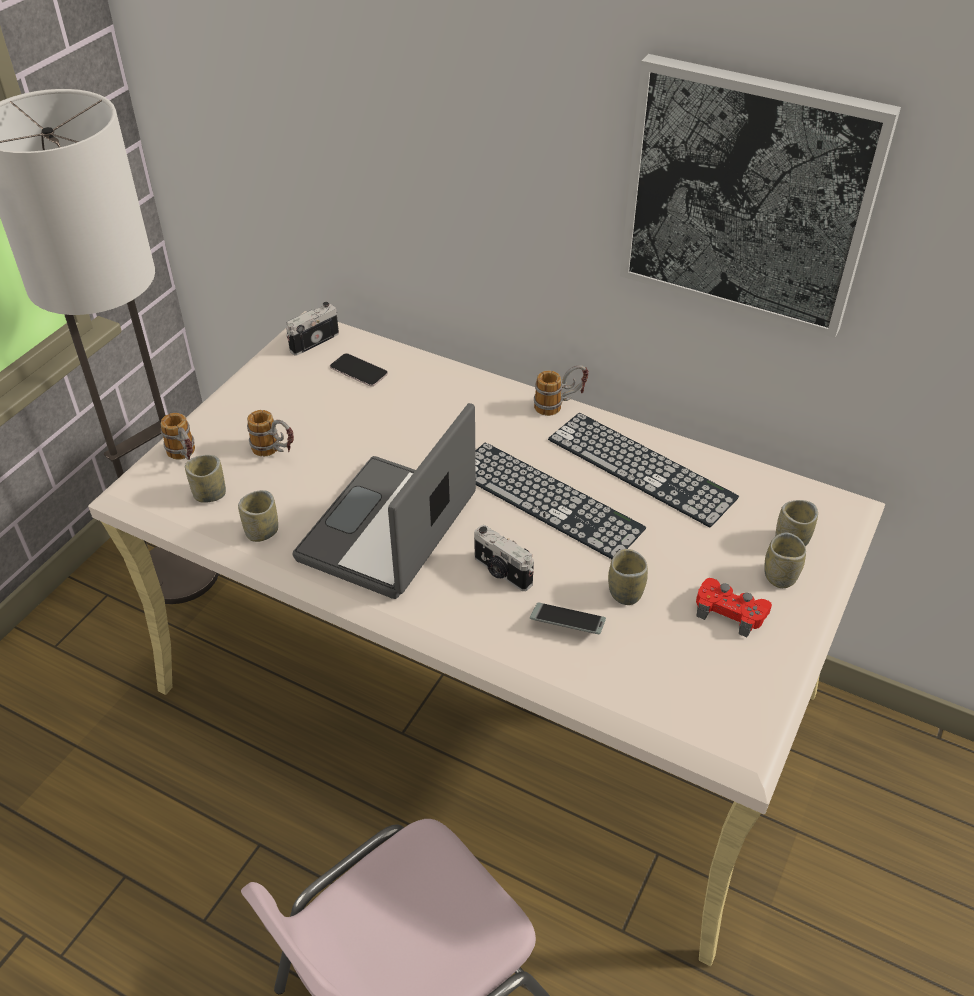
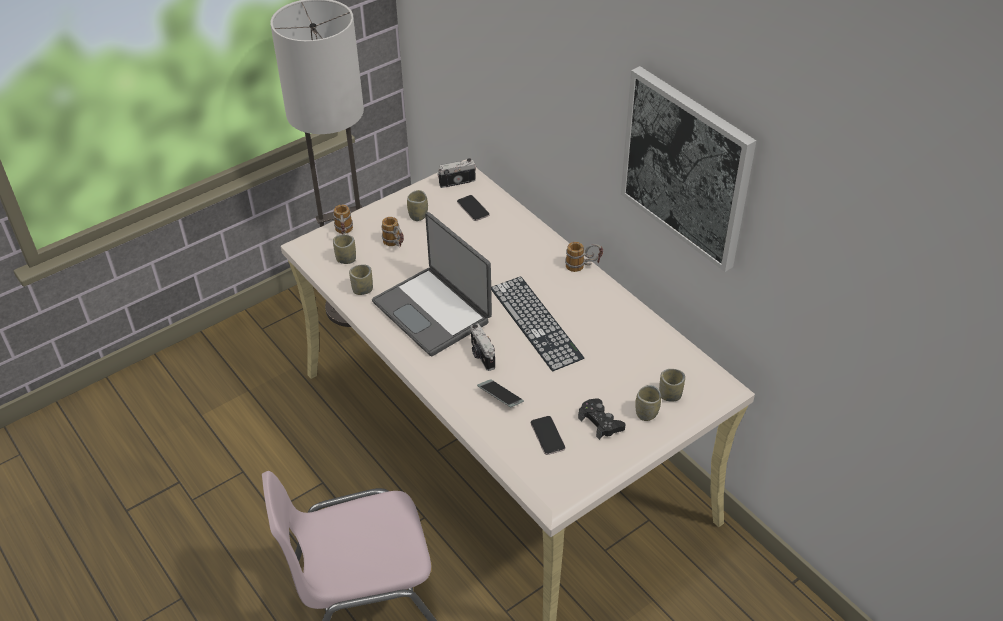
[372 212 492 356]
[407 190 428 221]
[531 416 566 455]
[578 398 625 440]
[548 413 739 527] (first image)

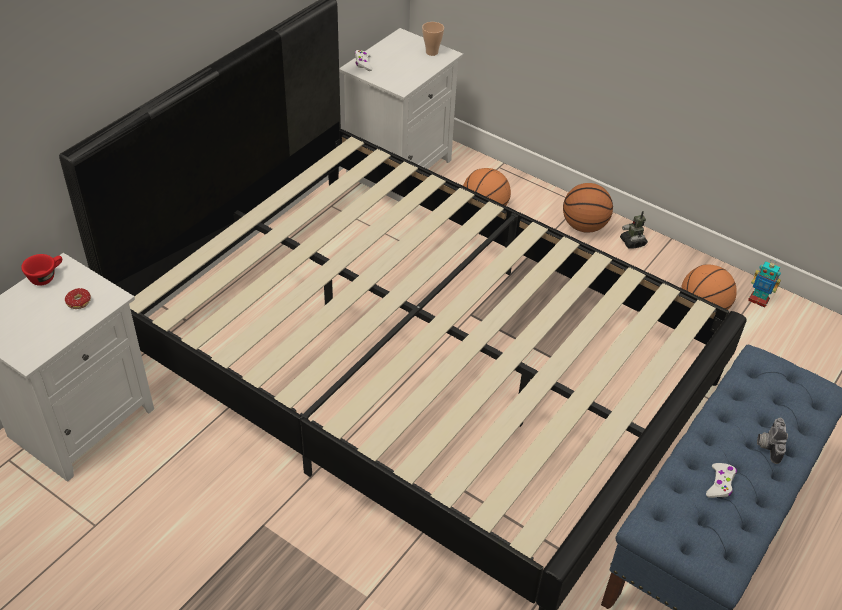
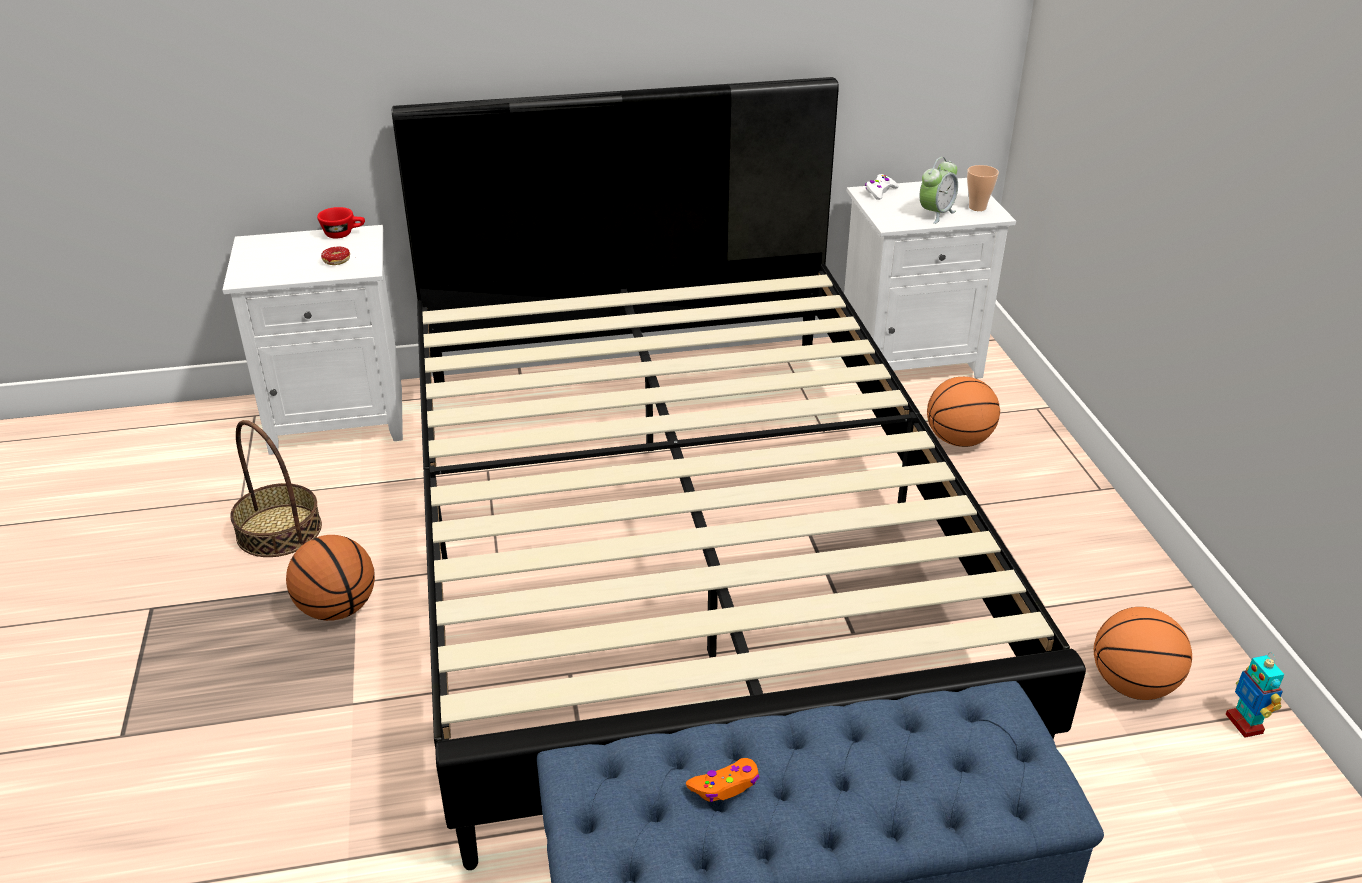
[230 420 322 557]
[286 535 375 621]
[686 758 759 802]
[919 157 958 224]
[620 211 648 249] (first image)
[757 418 788 464] (first image)

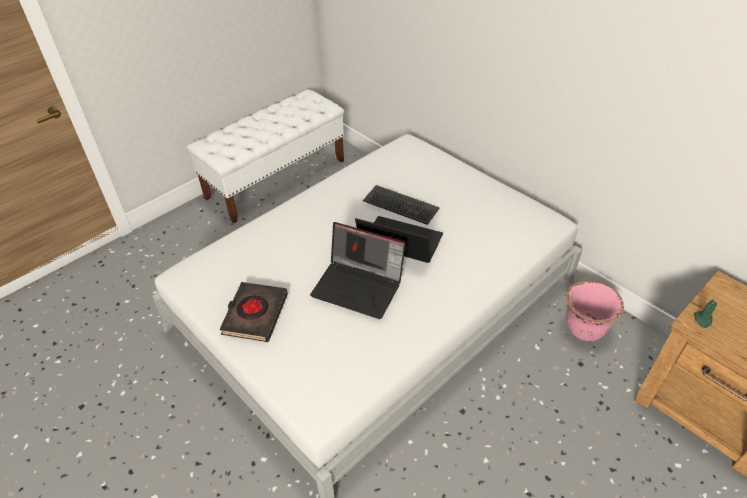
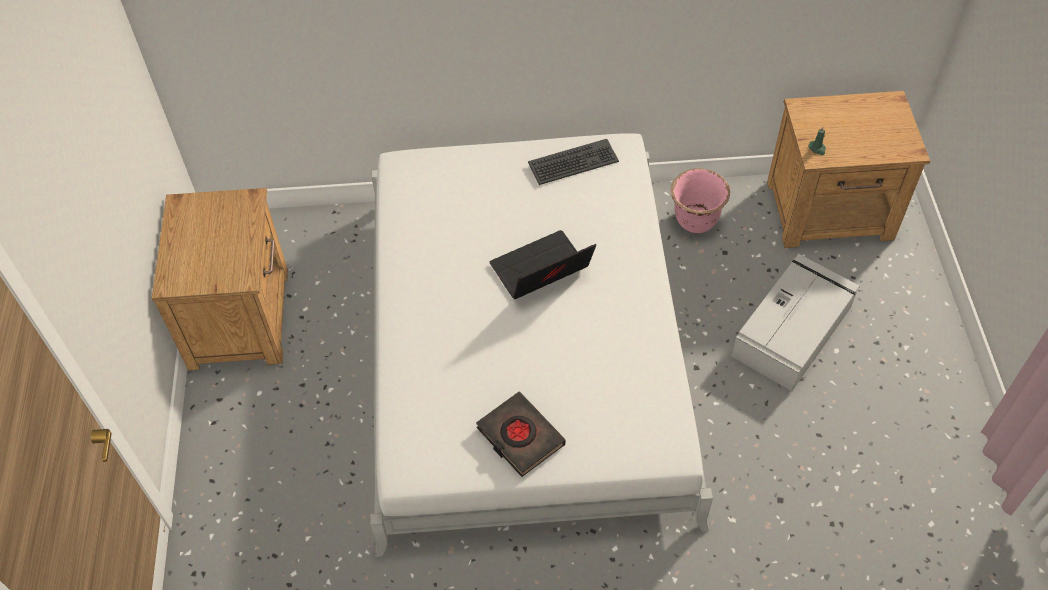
[152 188 288 371]
[528 139 619 185]
[731 254 860 391]
[310 222 406 319] (first image)

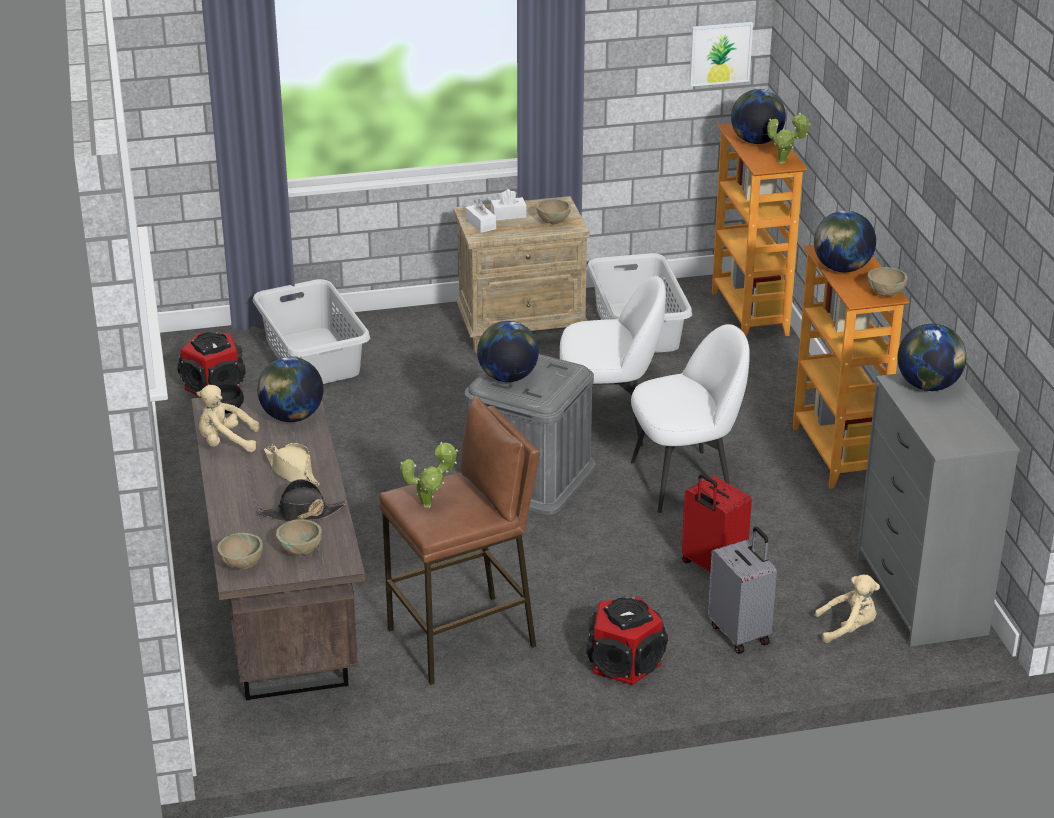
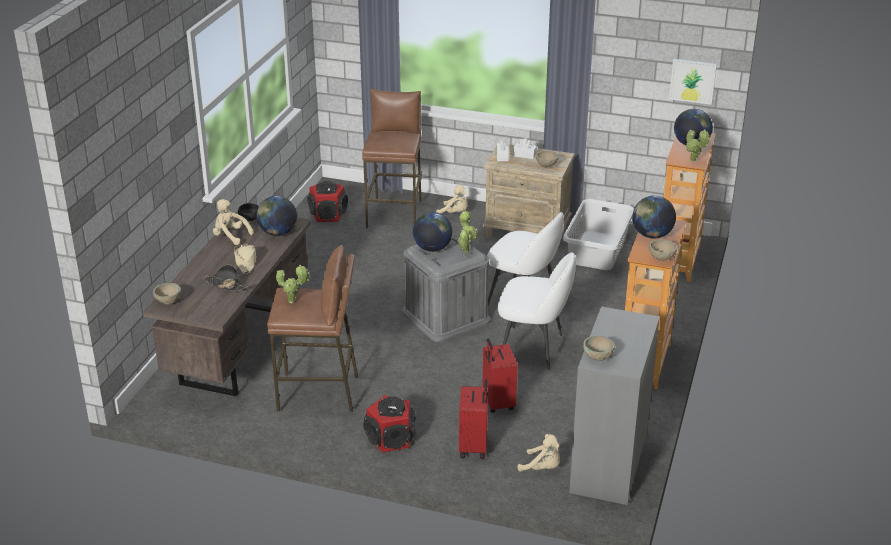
[362 89 422 228]
[436 185 467 214]
[457 211 478 253]
[459 379 488 459]
[583 336 615 361]
[897 324 967 391] (first image)

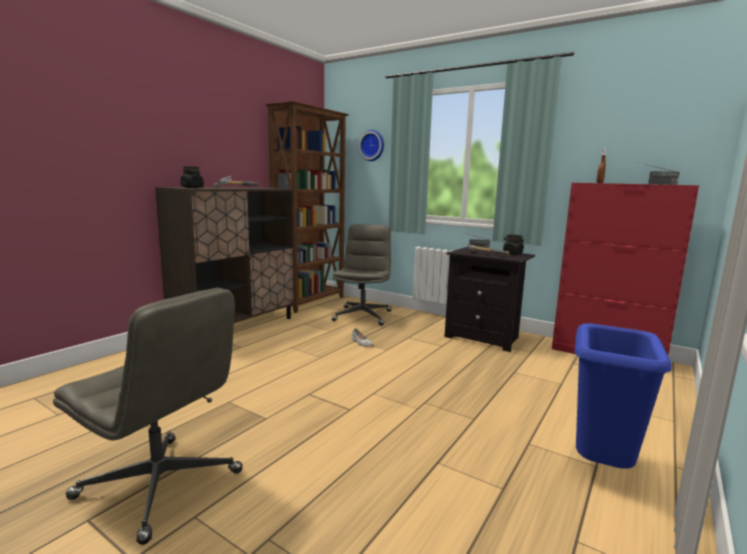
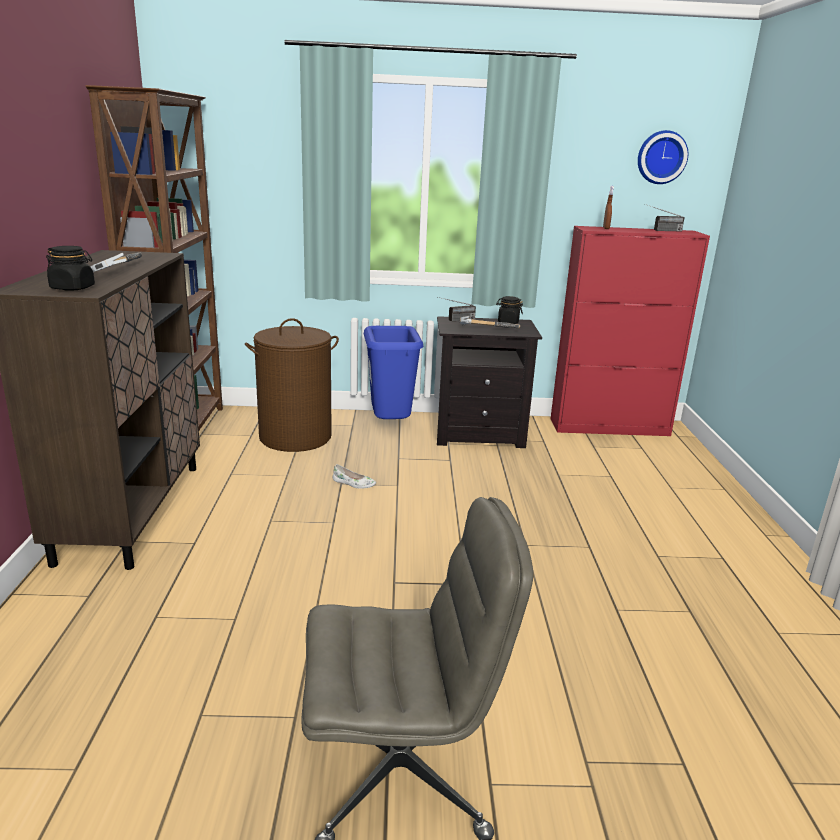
[245 318 339 452]
[364 326 423 419]
[638 130 688 184]

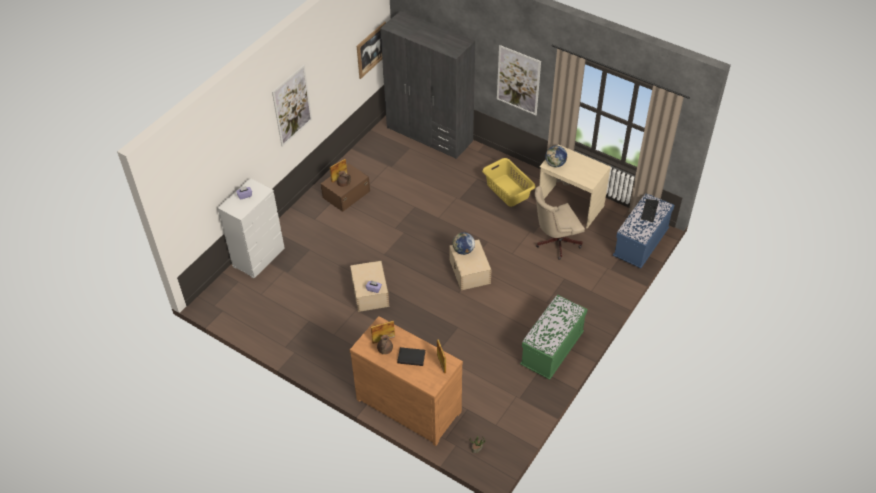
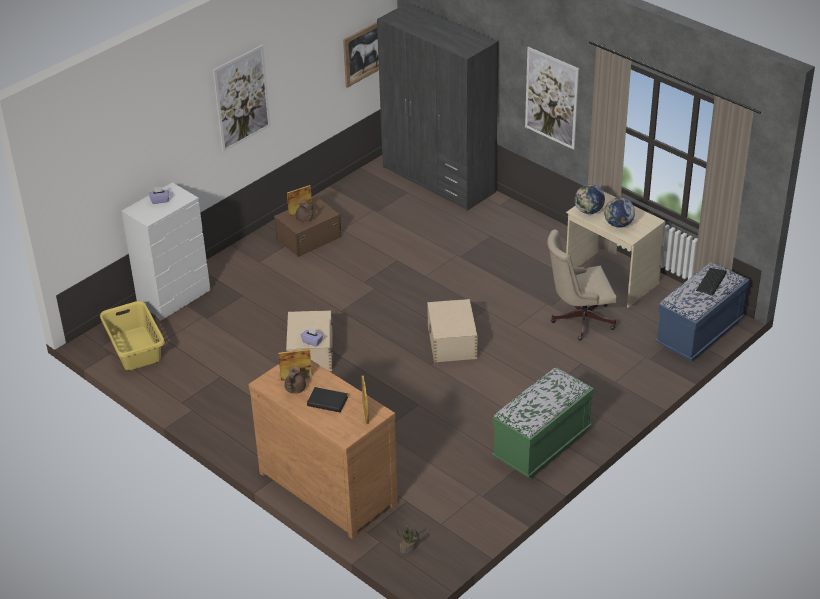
[100 301 165 370]
[604 197 635 228]

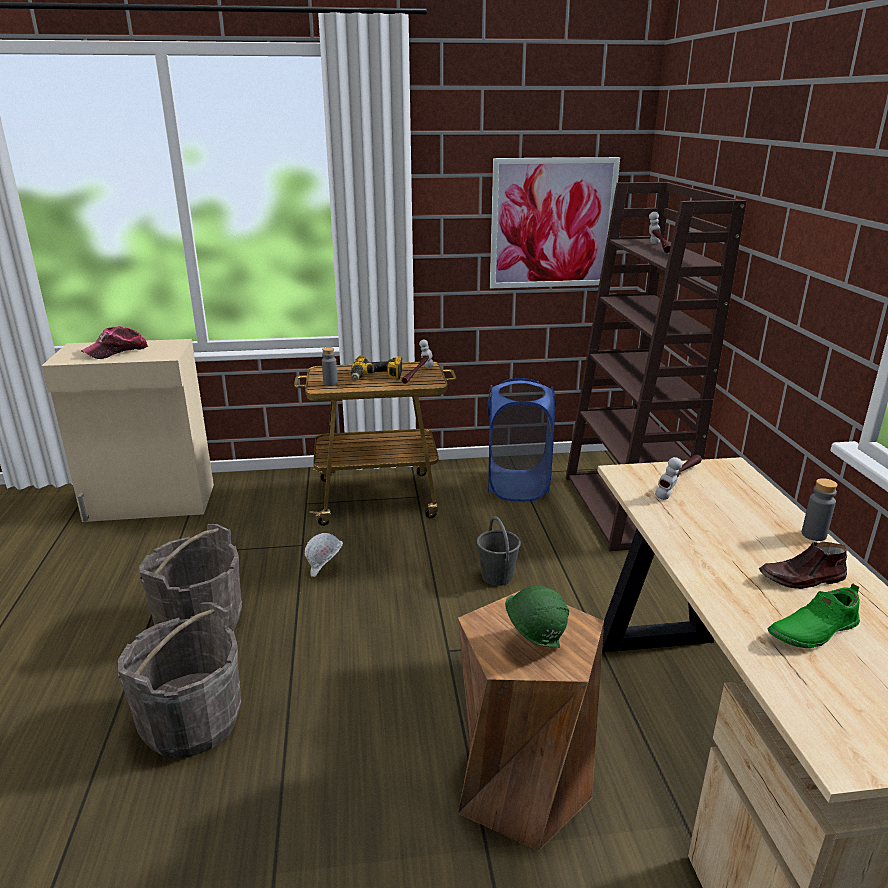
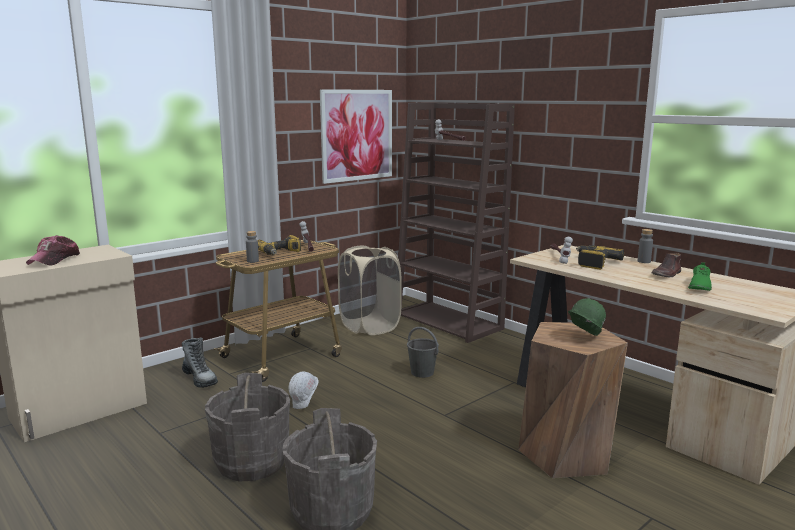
[182 337 218 388]
[338 246 402 335]
[576 245 624 269]

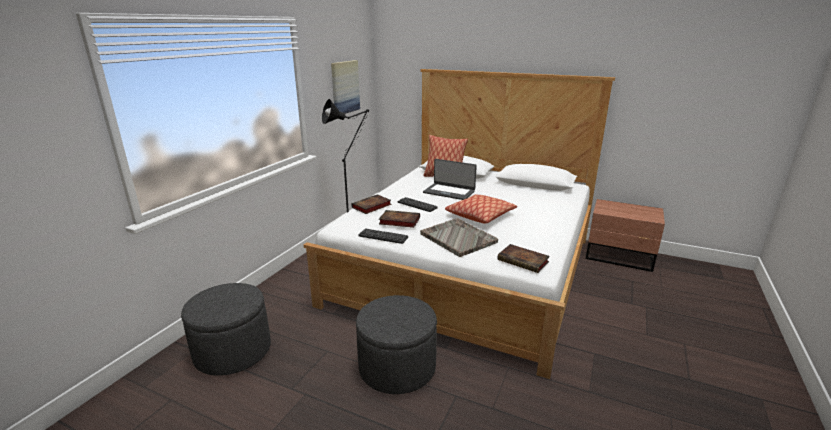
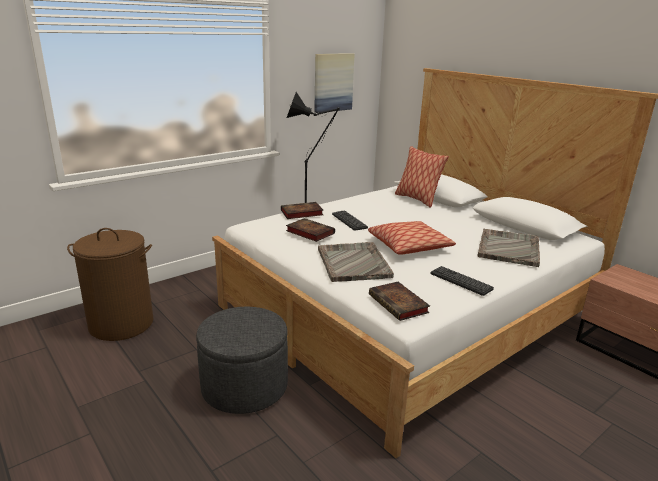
[67 228 154 341]
[431 266 494 296]
[477 229 540 267]
[423 159 477 200] (first image)

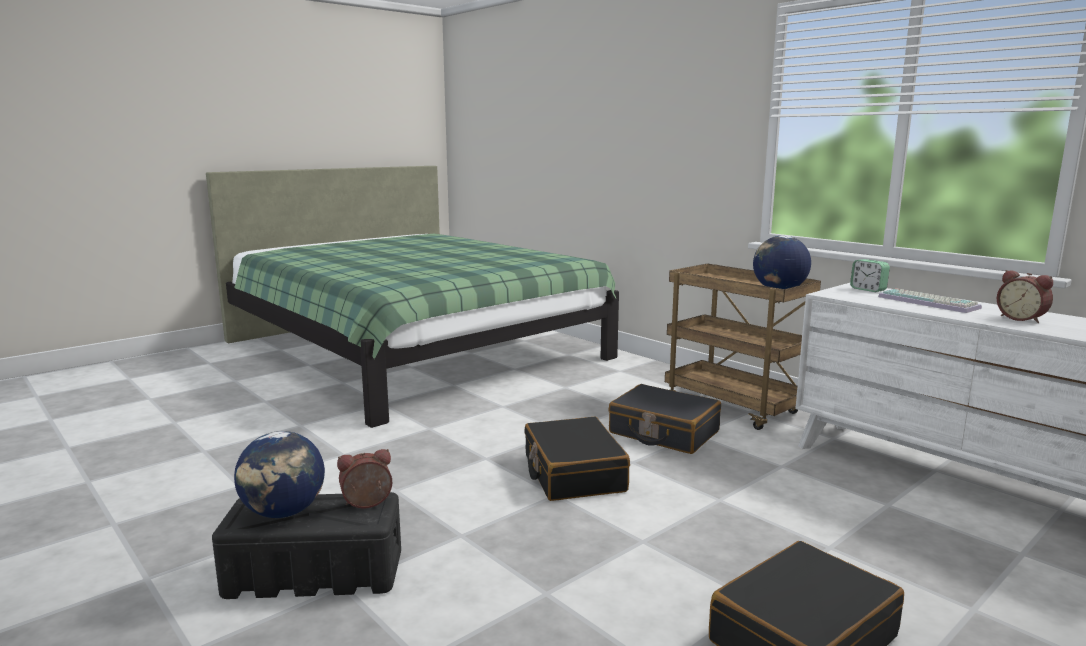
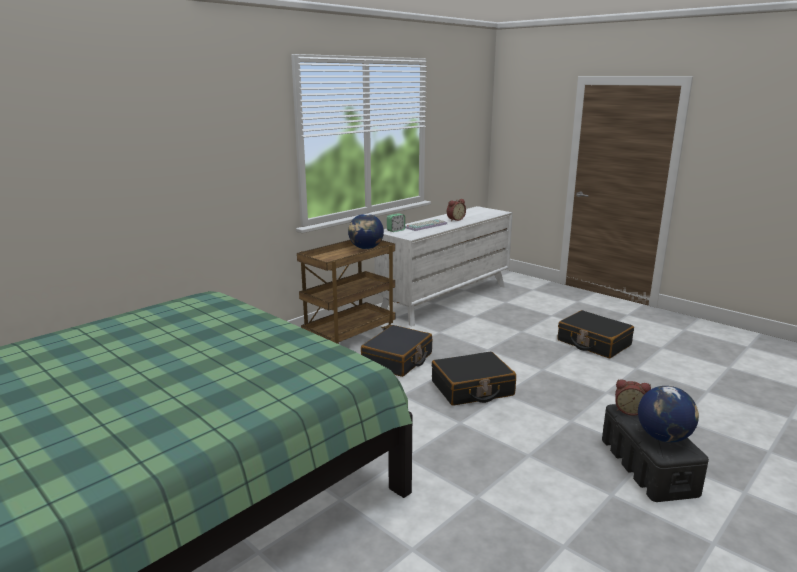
[615 379 651 416]

